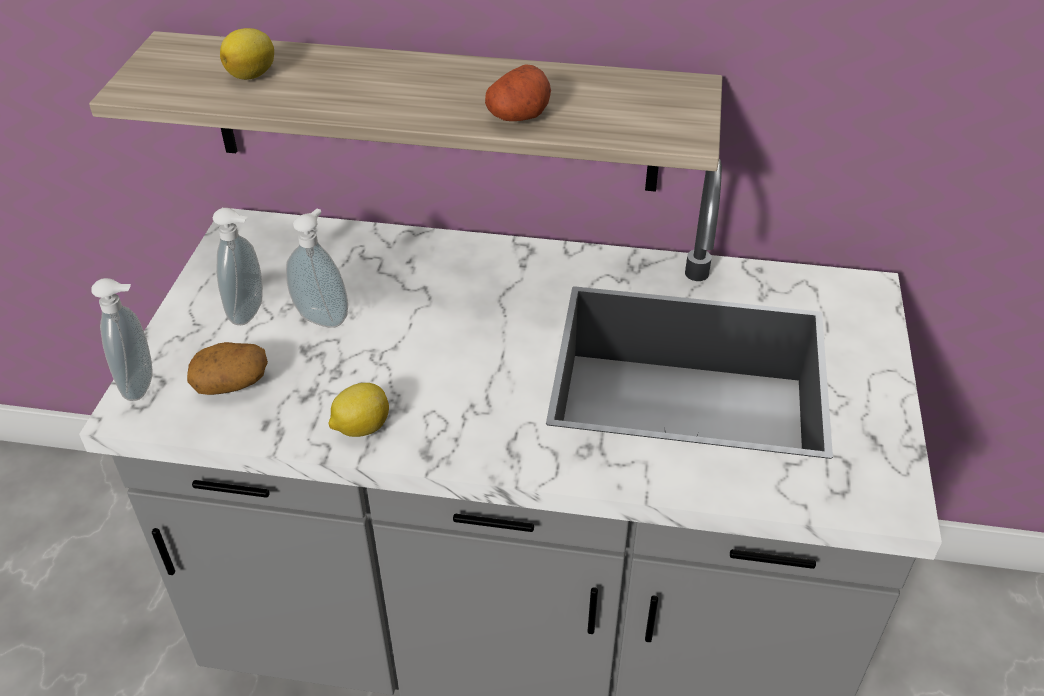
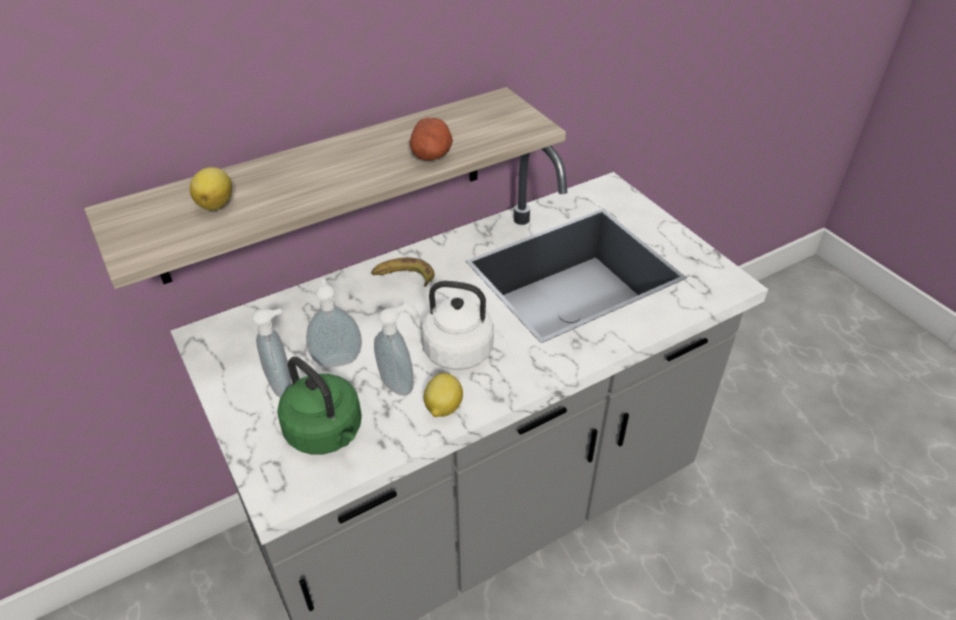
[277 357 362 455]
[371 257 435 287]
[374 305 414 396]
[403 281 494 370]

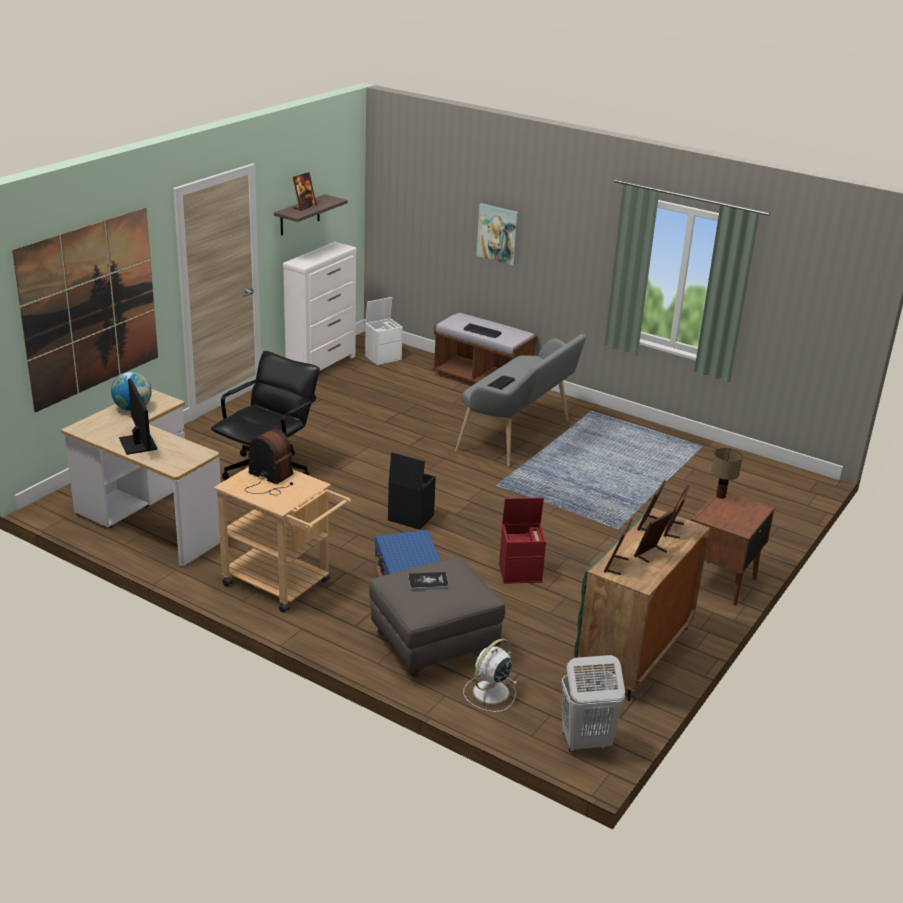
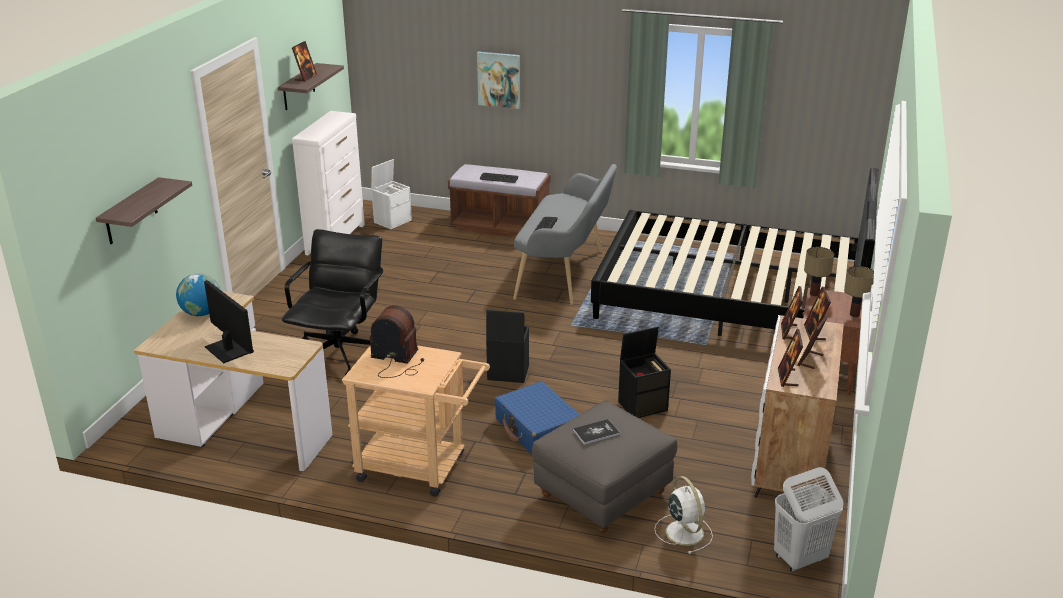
[96 177 192 244]
[591 168 879 336]
[618 326 671 418]
[655 476 713 554]
[751 315 844 498]
[844 266 874 317]

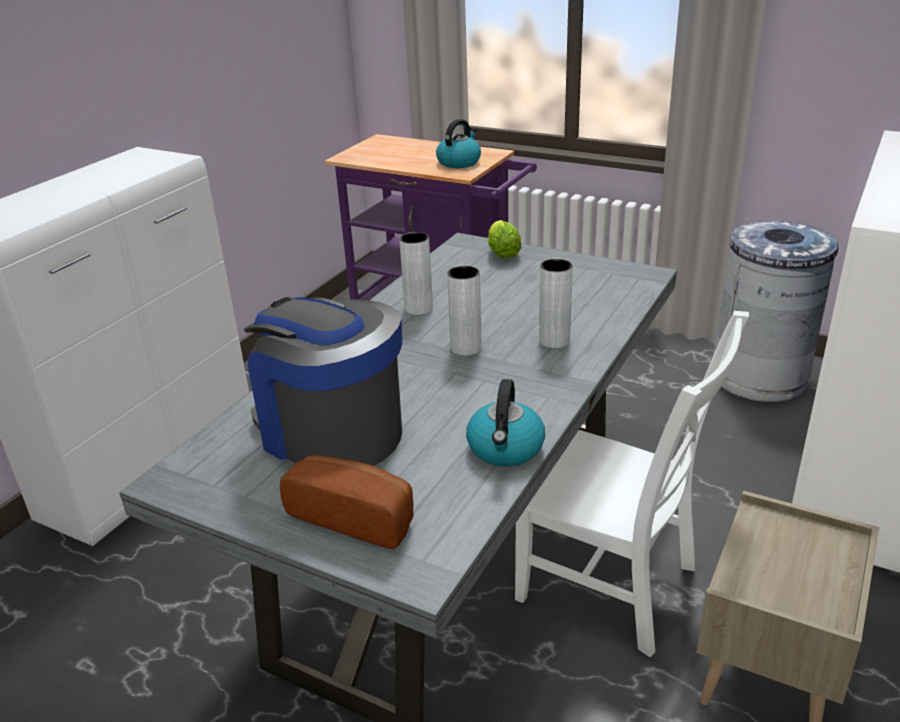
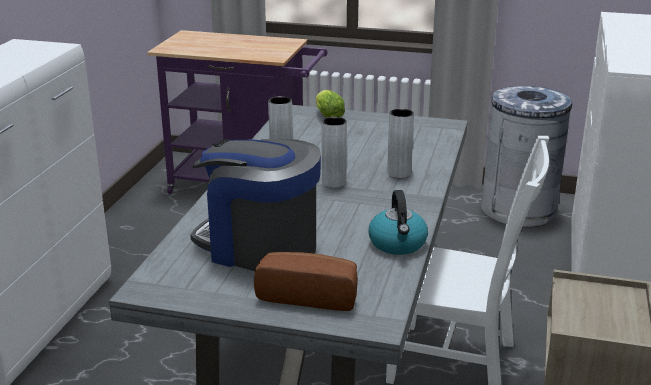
[436 119 481 168] (first image)

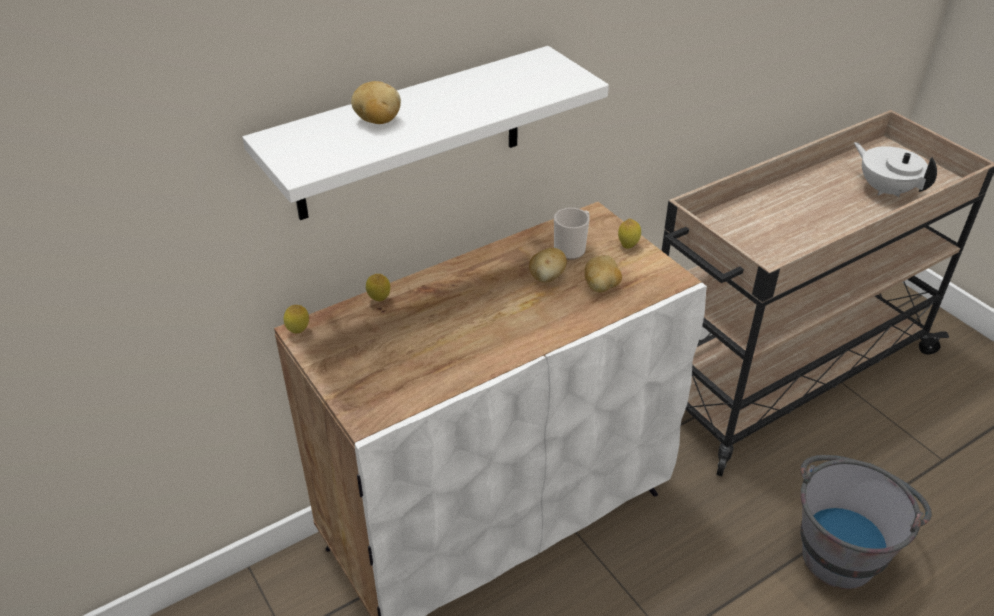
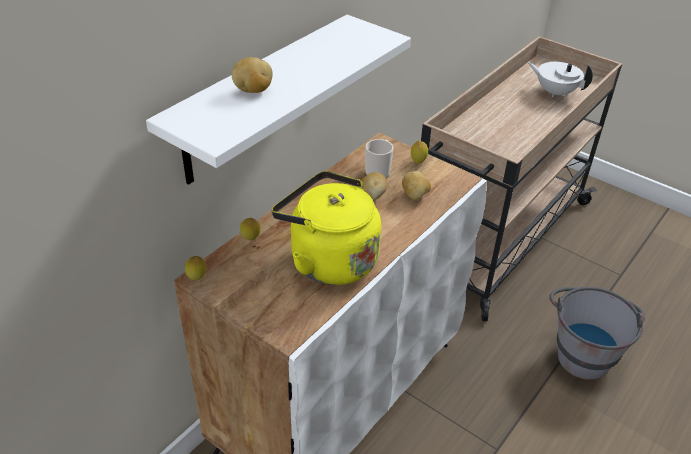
[272 171 381 285]

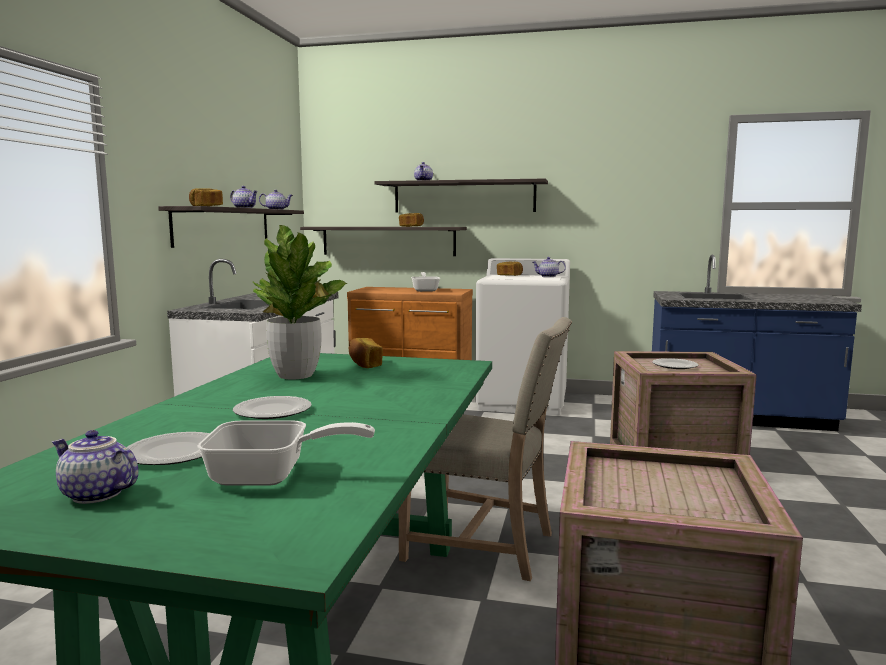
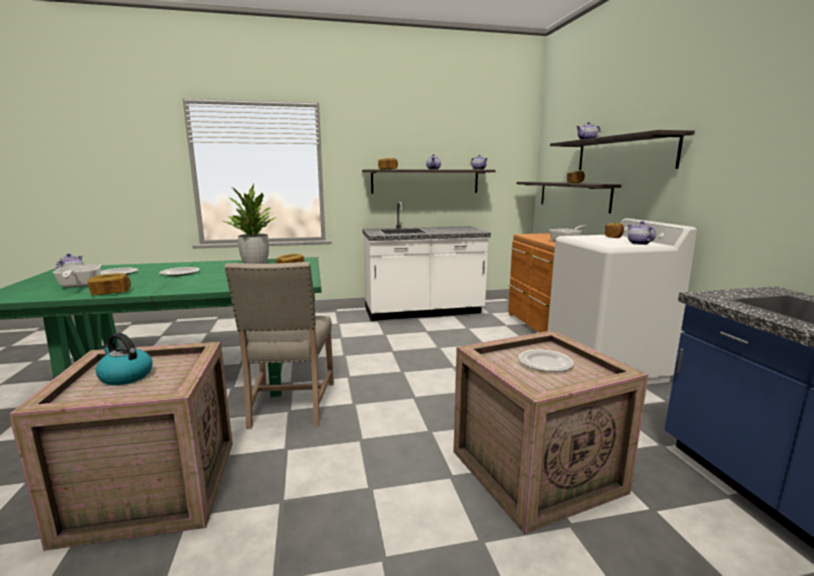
[88 273 131 296]
[96 333 153 385]

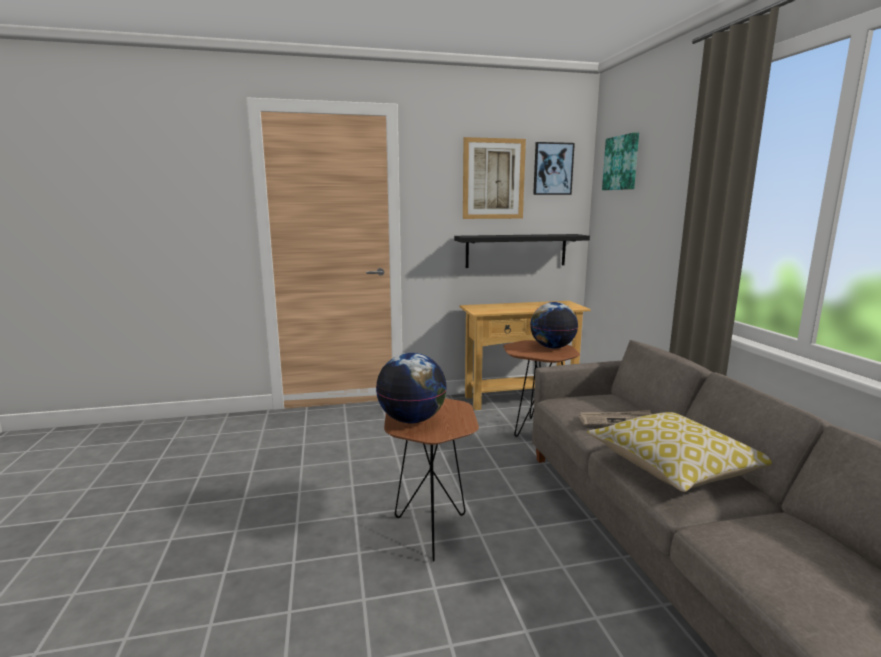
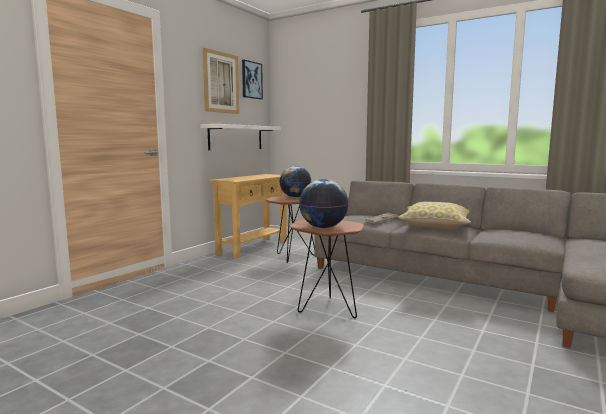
[200 124 281 150]
[602 132 639 190] (first image)

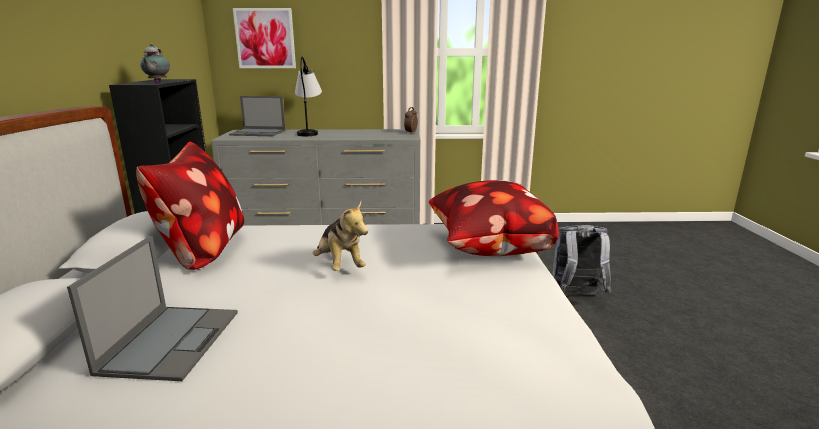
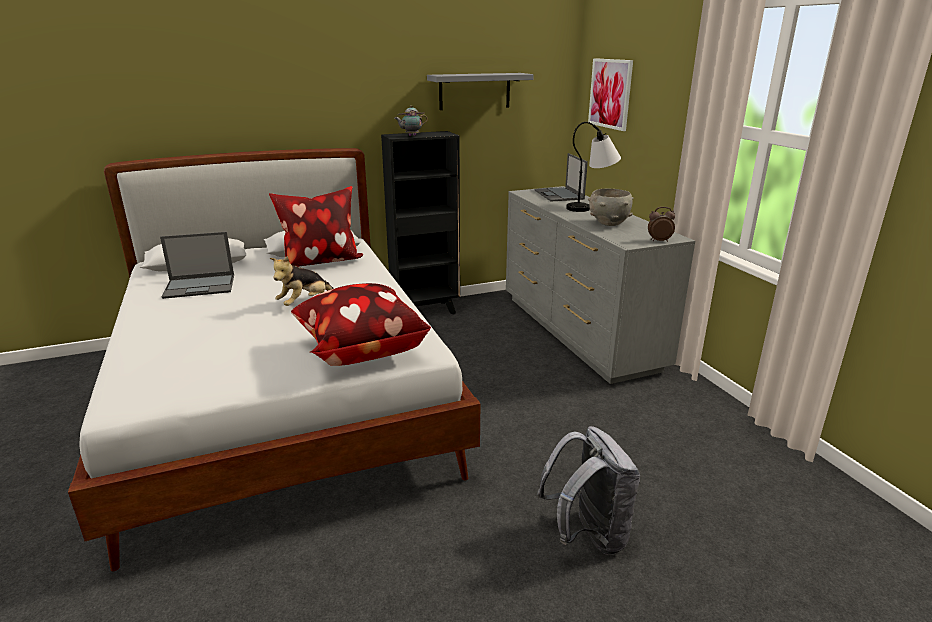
[427 73 534 110]
[588 188 634 226]

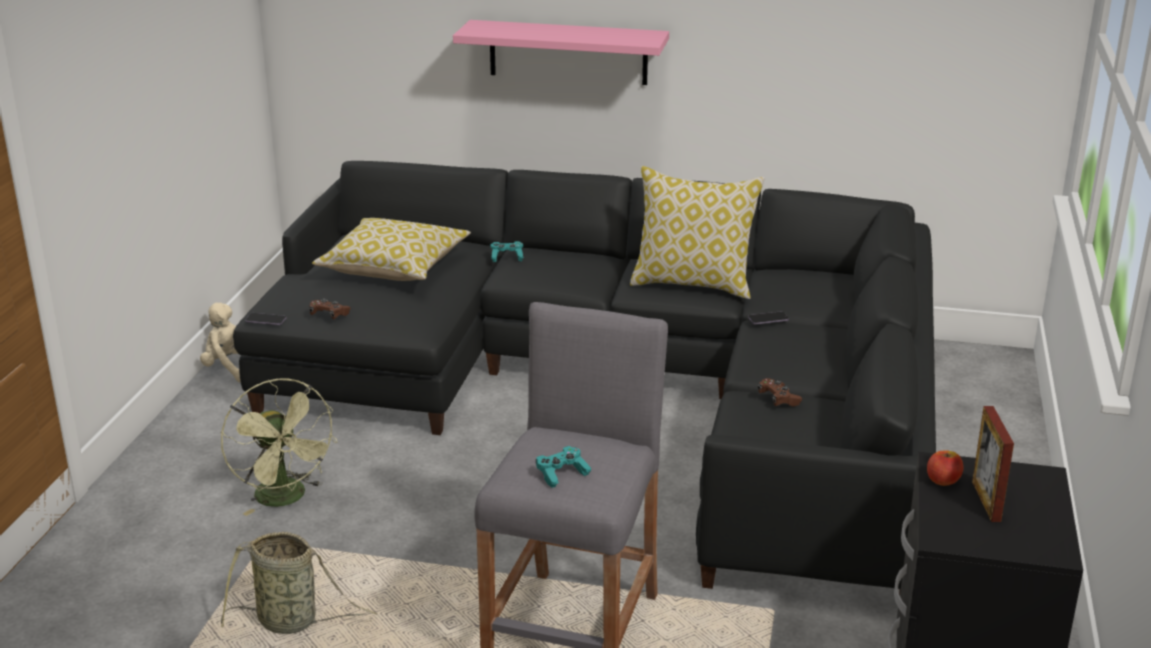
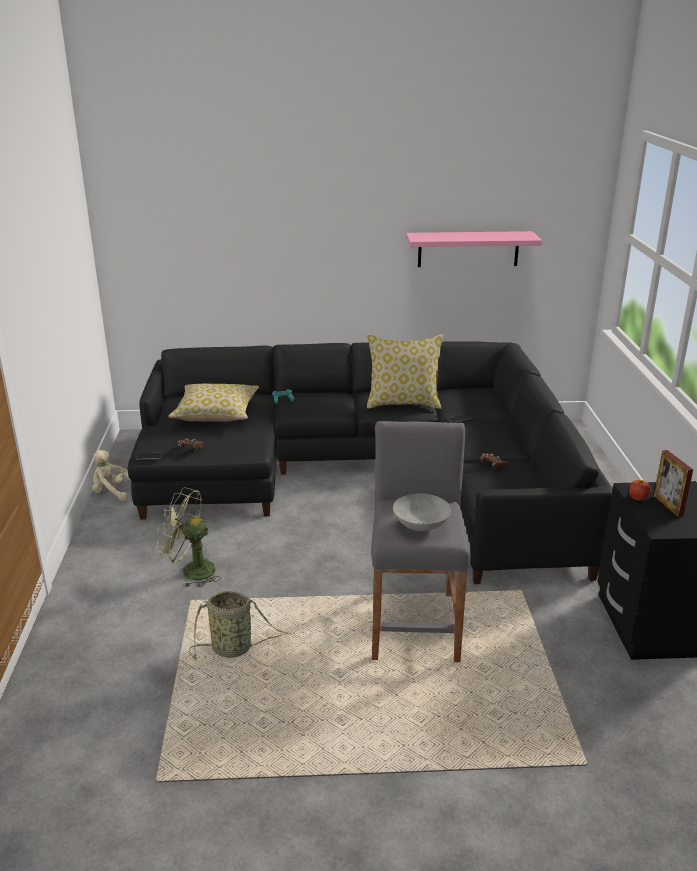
[156 487 221 587]
[393 494 451 532]
[406 231 542 267]

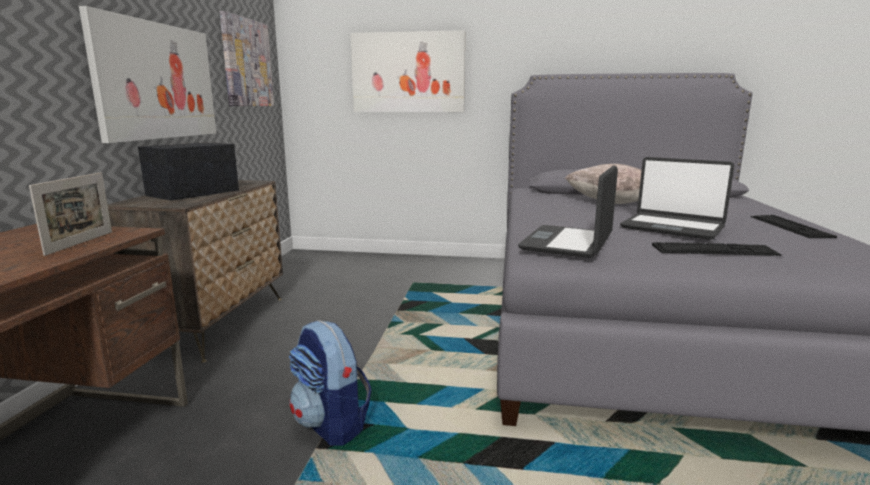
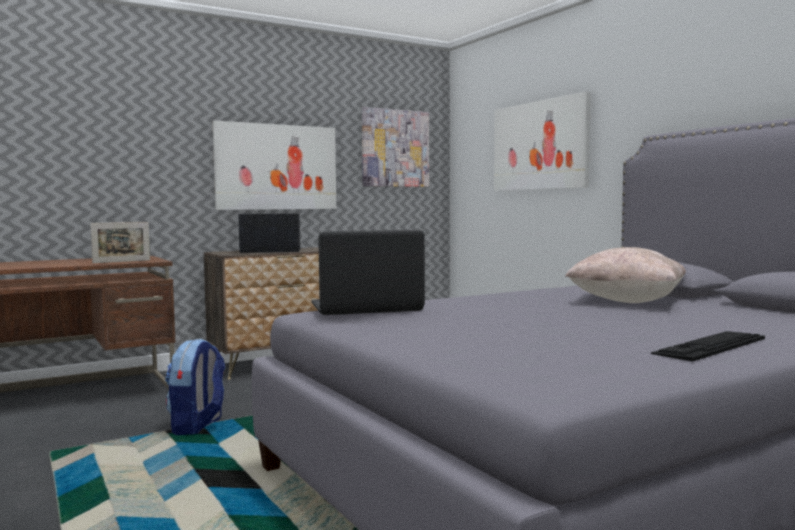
[620 157 734 240] (first image)
[652 242 781 256] (first image)

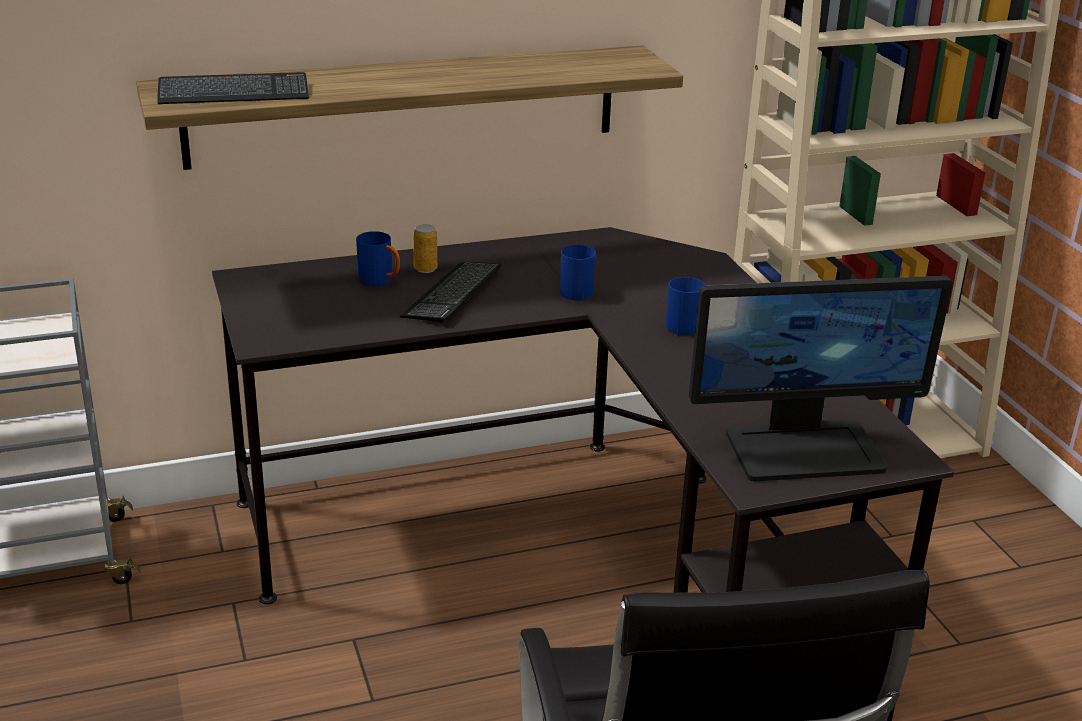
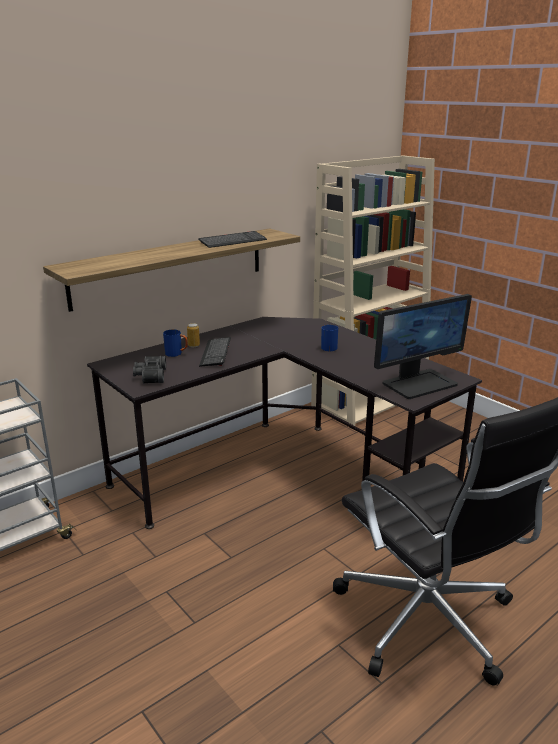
[133 356 166 384]
[198 231 267 248]
[560 245 596 301] (first image)

